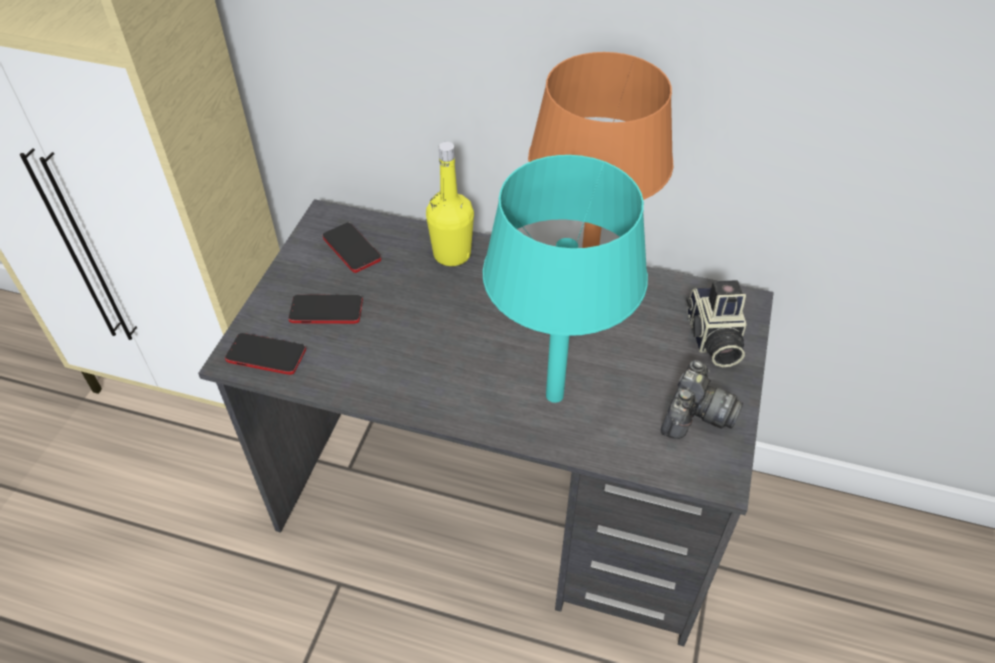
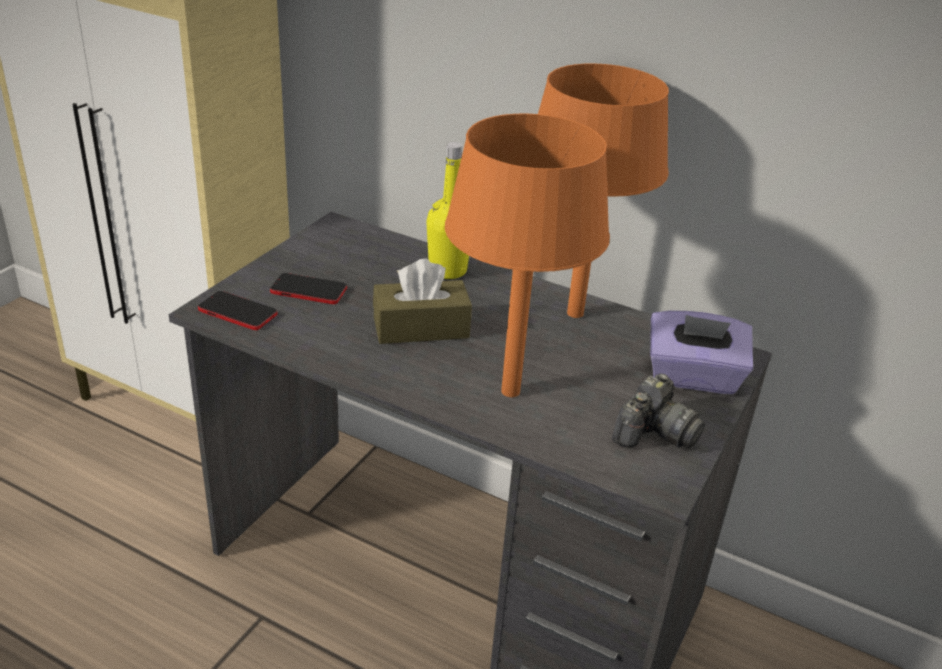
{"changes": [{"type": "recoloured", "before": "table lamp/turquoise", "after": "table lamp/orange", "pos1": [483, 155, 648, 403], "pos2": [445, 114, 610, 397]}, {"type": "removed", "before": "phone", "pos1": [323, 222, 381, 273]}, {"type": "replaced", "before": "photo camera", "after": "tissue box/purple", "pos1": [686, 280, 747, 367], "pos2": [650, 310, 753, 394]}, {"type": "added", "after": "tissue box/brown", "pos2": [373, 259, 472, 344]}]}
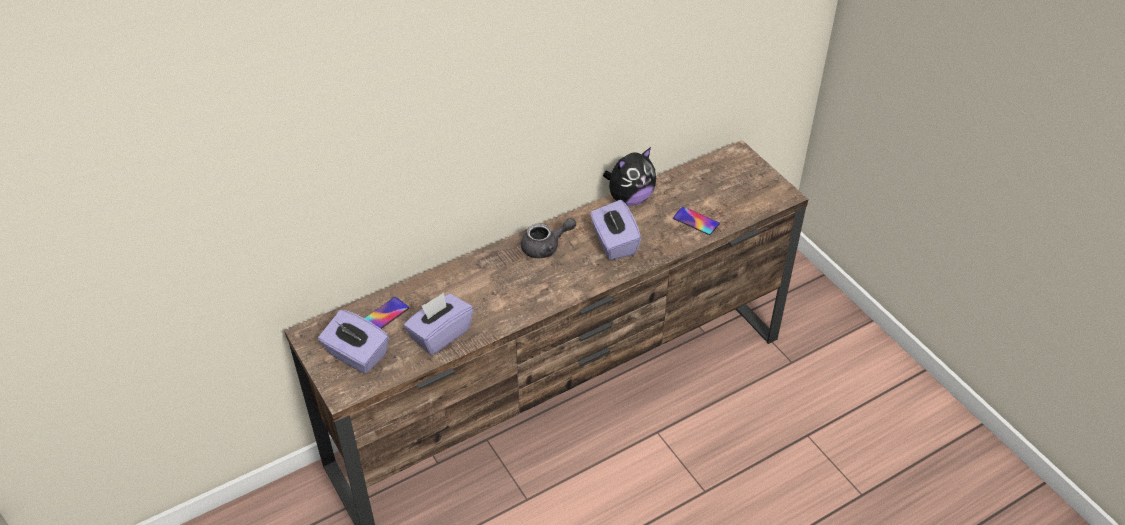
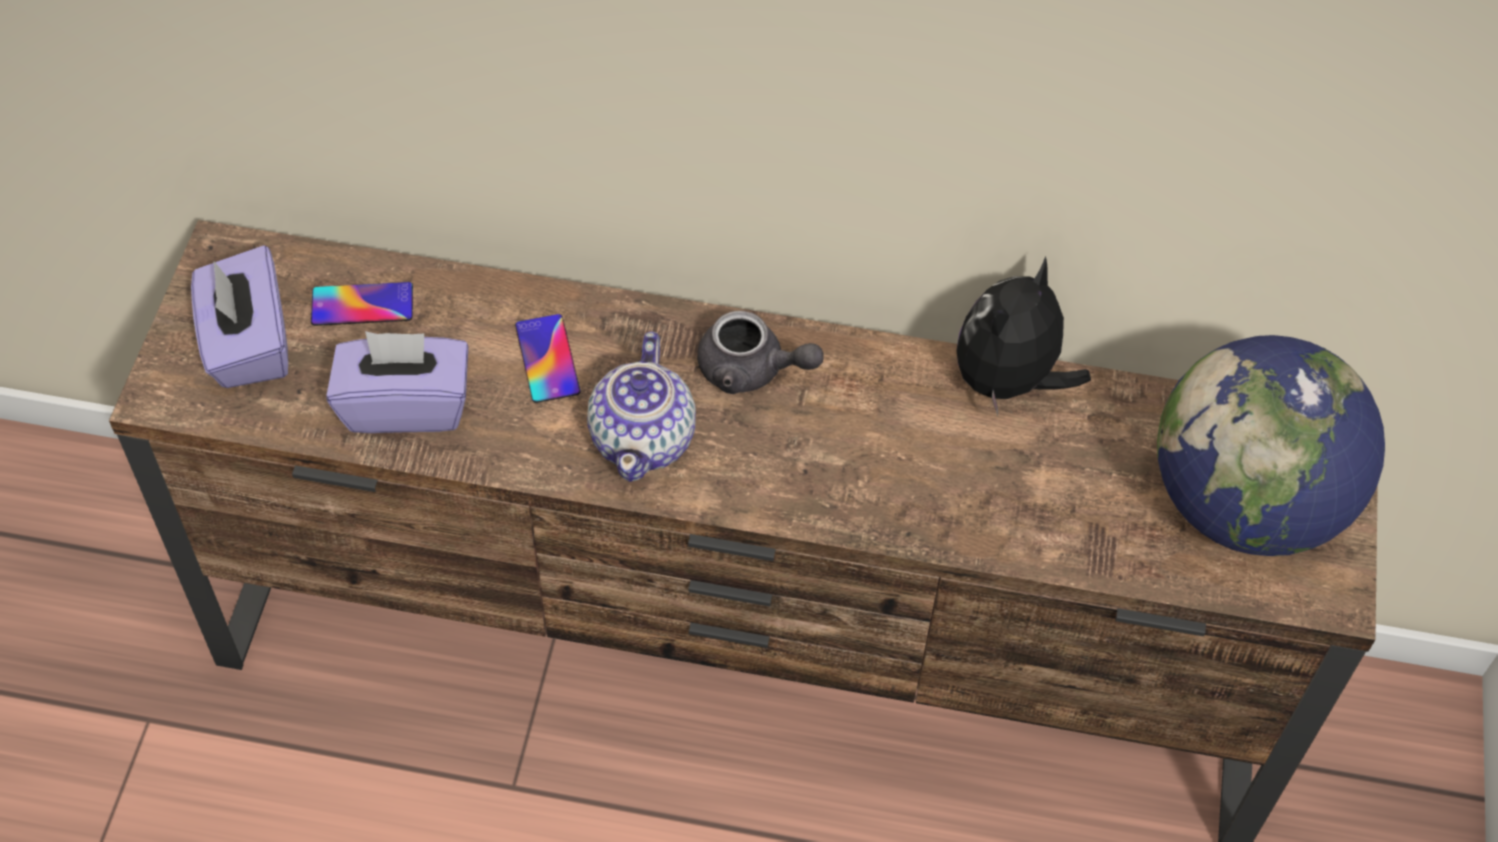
{"changes": [{"type": "turned", "before": "plush toy", "pos1": [603, 147, 656, 206], "pos2": [956, 256, 1091, 416], "turn": 120}, {"type": "removed", "before": "tissue box/purple", "pos1": [590, 200, 641, 260]}, {"type": "moved", "before": "phone", "pos1": [673, 207, 720, 235], "pos2": [515, 314, 581, 403]}, {"type": "added", "after": "teapot", "pos2": [587, 331, 696, 482]}, {"type": "added", "after": "globe", "pos2": [1157, 335, 1385, 556]}]}
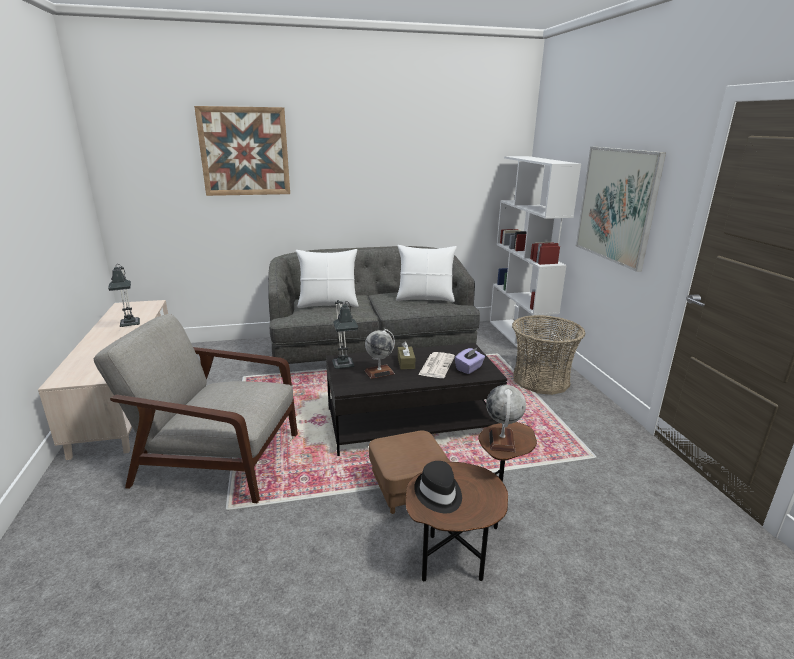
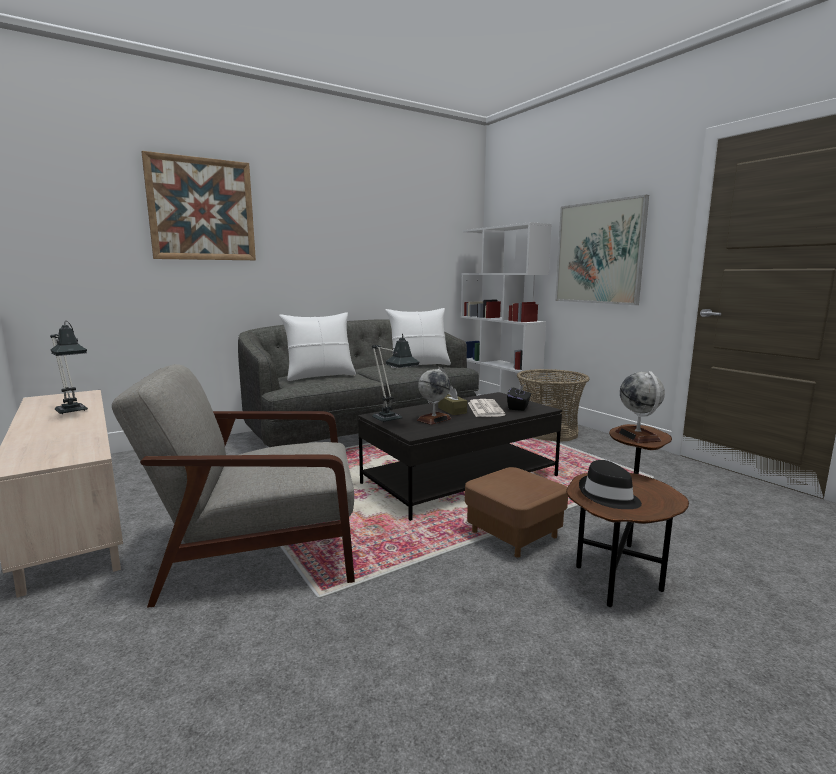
{"changes": [{"type": "recoloured", "before": "tissue box/purple", "after": "tissue box/black", "pos1": [455, 348, 485, 374], "pos2": [507, 383, 531, 411]}]}
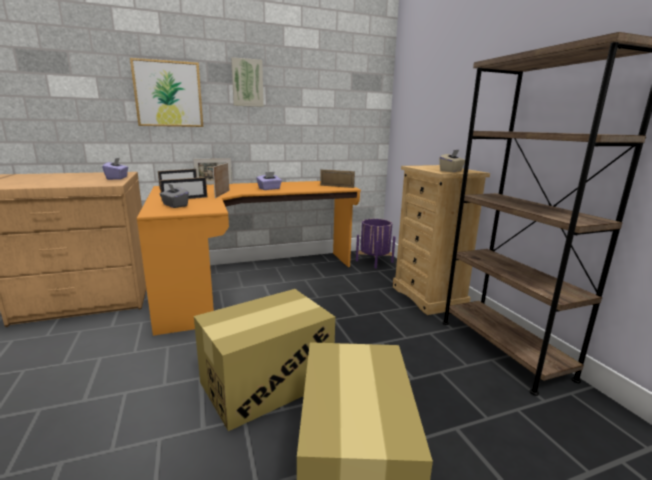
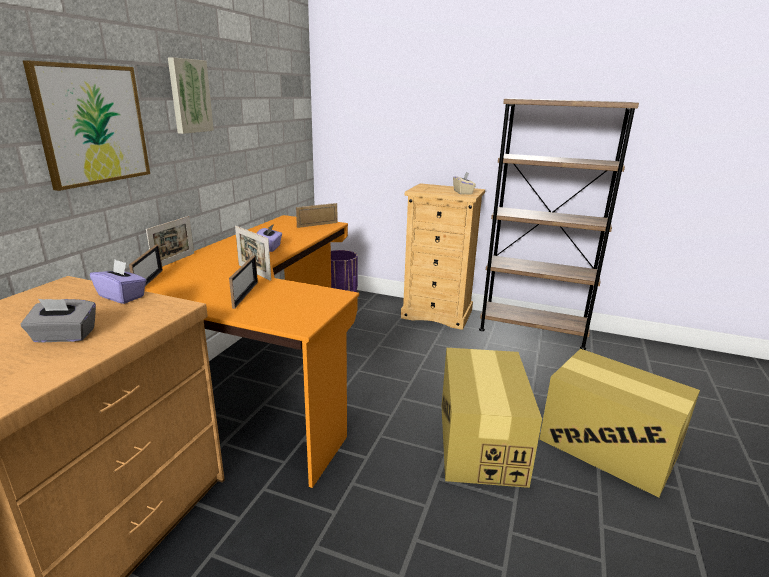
{"changes": [{"type": "moved", "before": "tissue box/grey", "pos1": [160, 184, 189, 208], "pos2": [21, 299, 96, 343]}]}
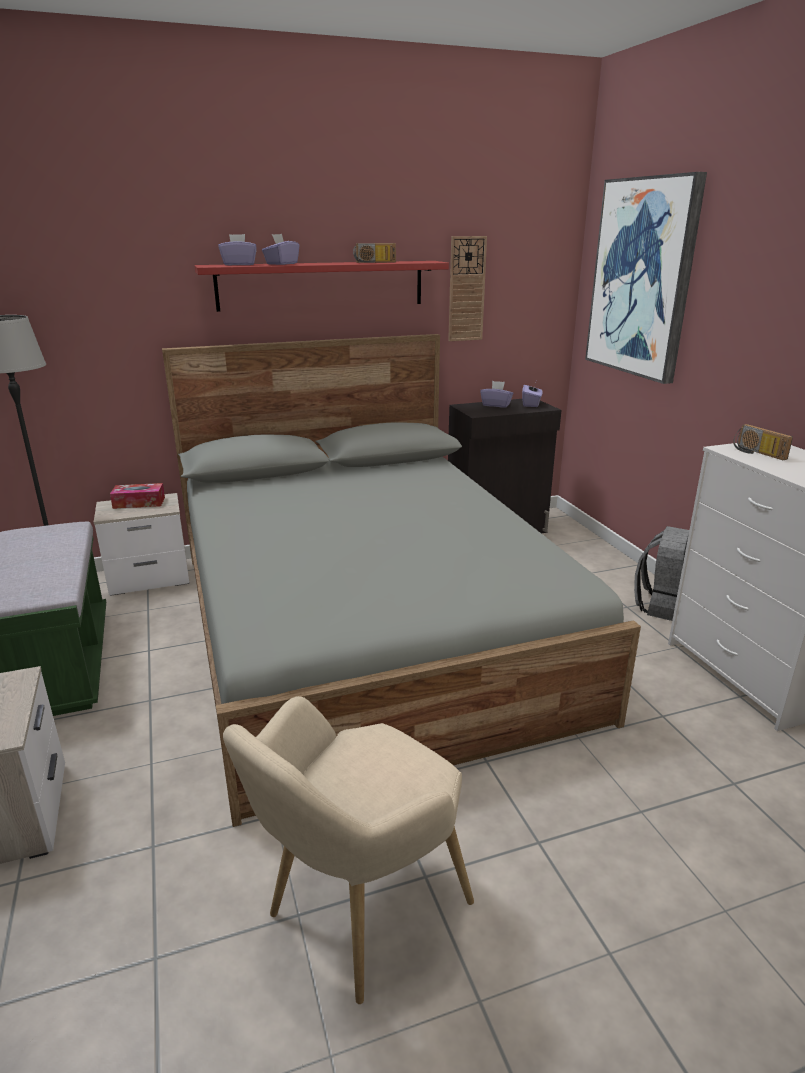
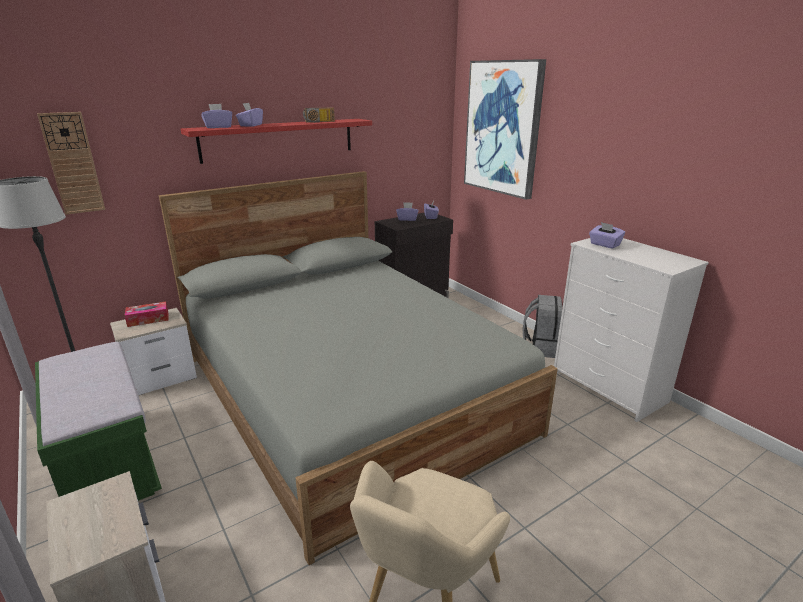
{"changes": [{"type": "moved", "before": "wall clock", "pos1": [448, 236, 487, 341], "pos2": [37, 112, 105, 215]}, {"type": "replaced", "before": "radio", "after": "tissue box/purple", "pos1": [733, 424, 793, 460], "pos2": [589, 222, 625, 249]}]}
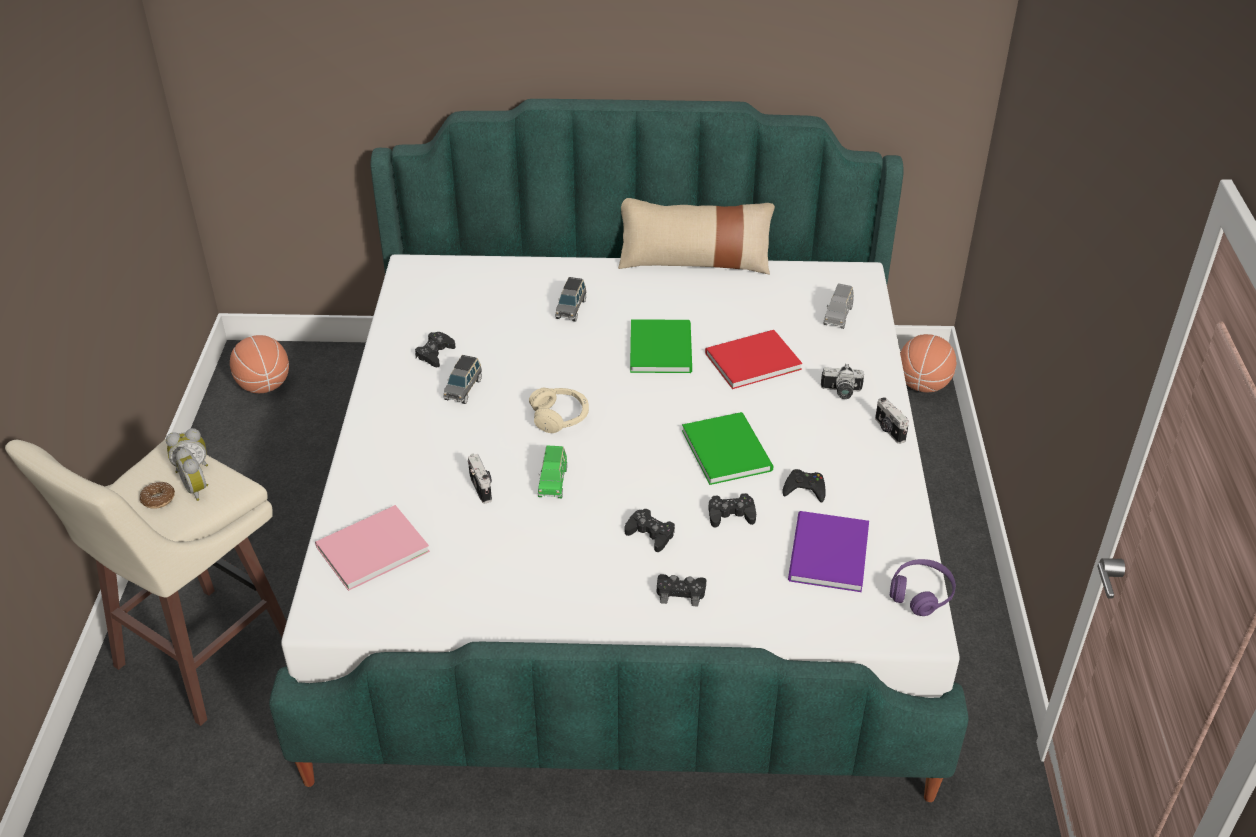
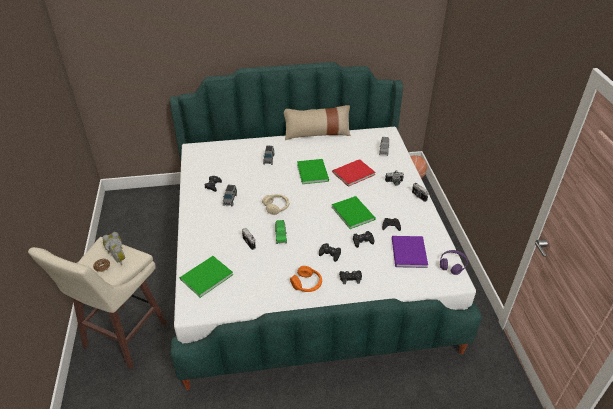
{"changes": [{"type": "removed", "before": "basketball", "pos1": [230, 335, 289, 393]}, {"type": "recoloured", "before": "book/pink", "after": "book/green", "pos1": [315, 505, 430, 591], "pos2": [180, 256, 233, 298]}, {"type": "added", "after": "headphones/orange", "pos2": [290, 266, 322, 292]}]}
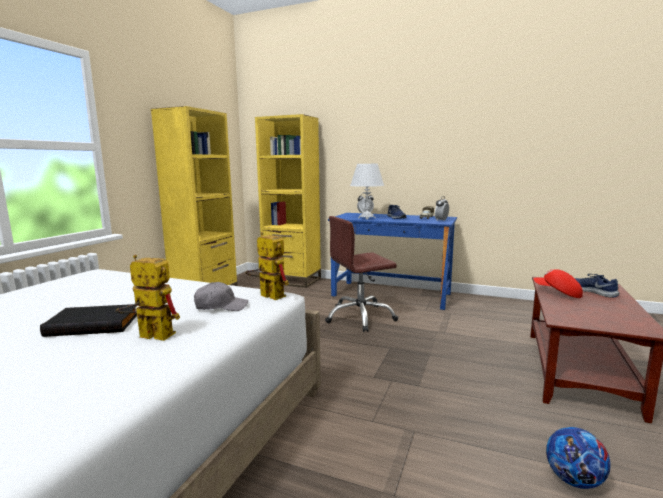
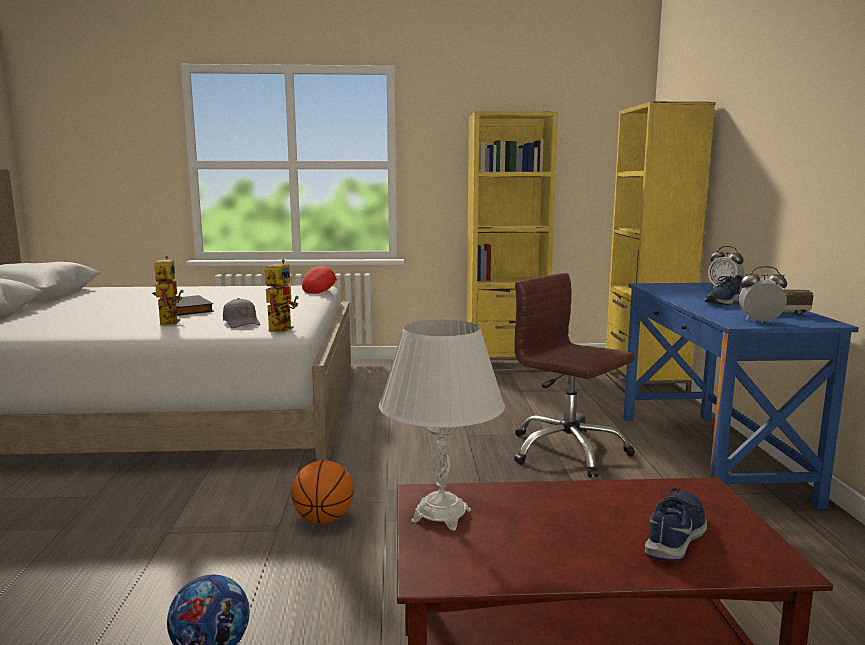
{"changes": [{"type": "moved", "before": "table lamp/white", "pos1": [350, 164, 384, 219], "pos2": [379, 320, 505, 531]}, {"type": "moved", "before": "cap/red", "pos1": [534, 269, 583, 298], "pos2": [302, 266, 338, 294]}, {"type": "added", "after": "basketball", "pos2": [291, 460, 354, 524]}]}
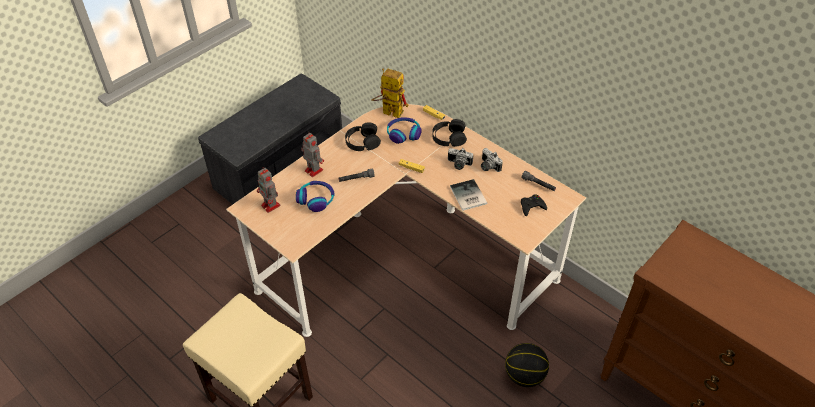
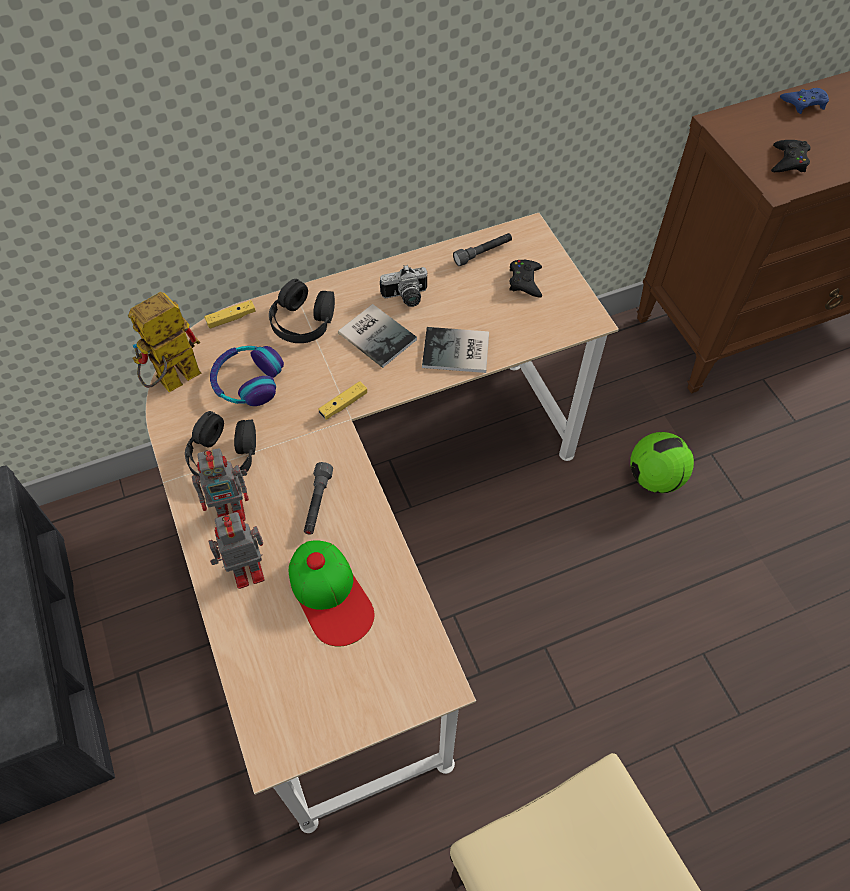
{"changes": [{"type": "replaced", "before": "photo camera", "after": "book", "pos1": [448, 148, 473, 170], "pos2": [338, 304, 417, 368]}, {"type": "moved", "before": "toy robot", "pos1": [257, 167, 281, 213], "pos2": [192, 448, 249, 521]}, {"type": "replaced", "before": "headphones", "after": "cap", "pos1": [296, 181, 334, 212], "pos2": [289, 540, 374, 647]}, {"type": "replaced", "before": "basketball", "after": "football", "pos1": [505, 343, 549, 387], "pos2": [630, 432, 694, 493]}, {"type": "added", "after": "game controller/blue", "pos2": [780, 88, 829, 114]}, {"type": "added", "after": "game controller/black", "pos2": [771, 140, 810, 172]}]}
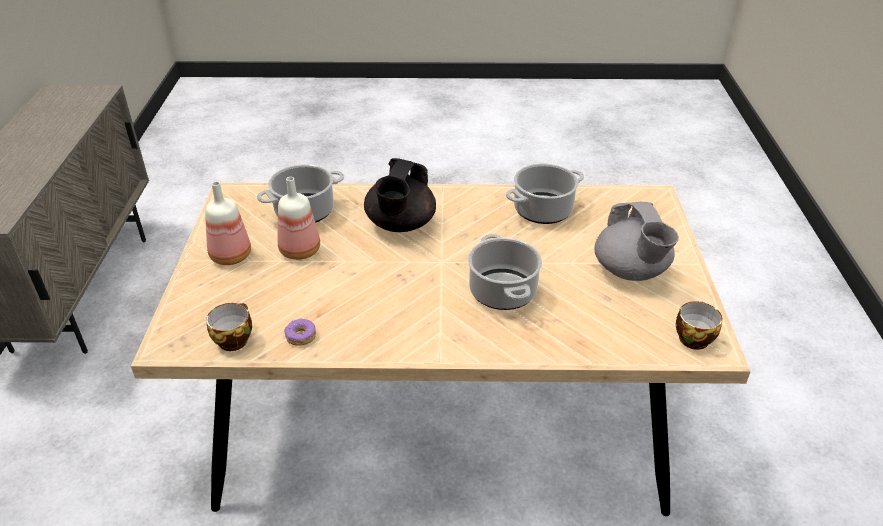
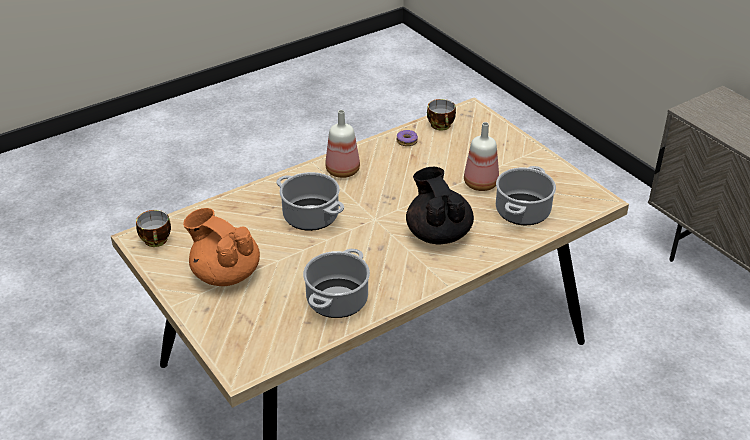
{"changes": [{"type": "moved", "before": "bottle", "pos1": [205, 181, 251, 265], "pos2": [325, 110, 360, 178]}, {"type": "recoloured", "before": "teapot/grey", "after": "teapot/orange", "pos1": [594, 202, 679, 281], "pos2": [183, 208, 260, 286]}]}
